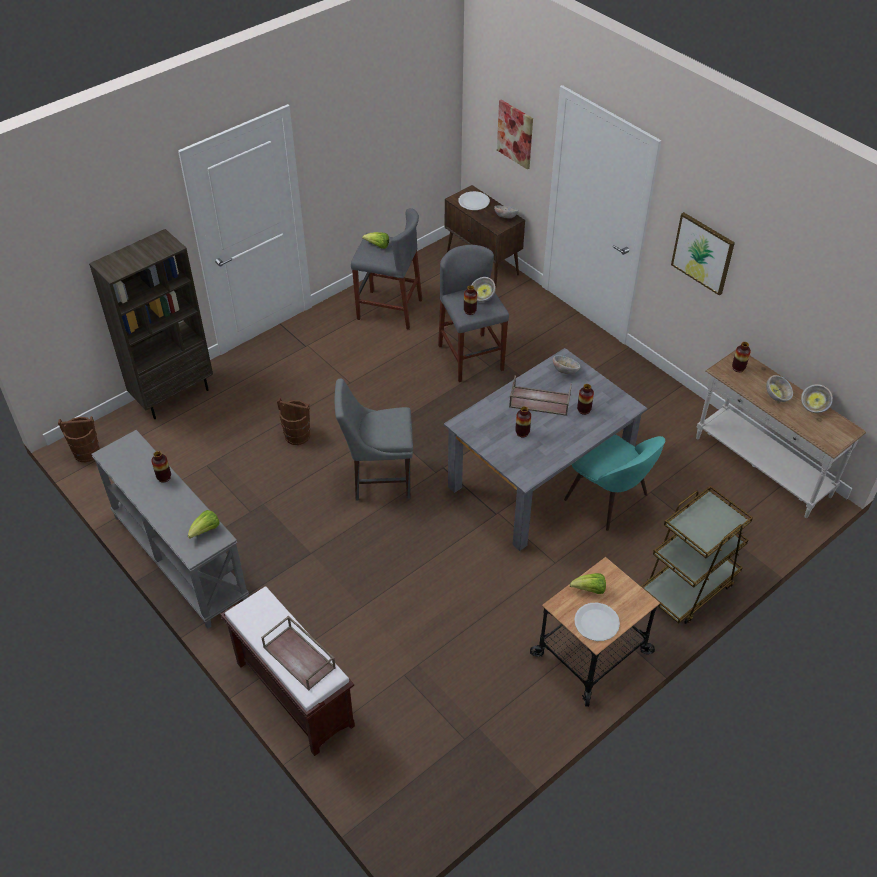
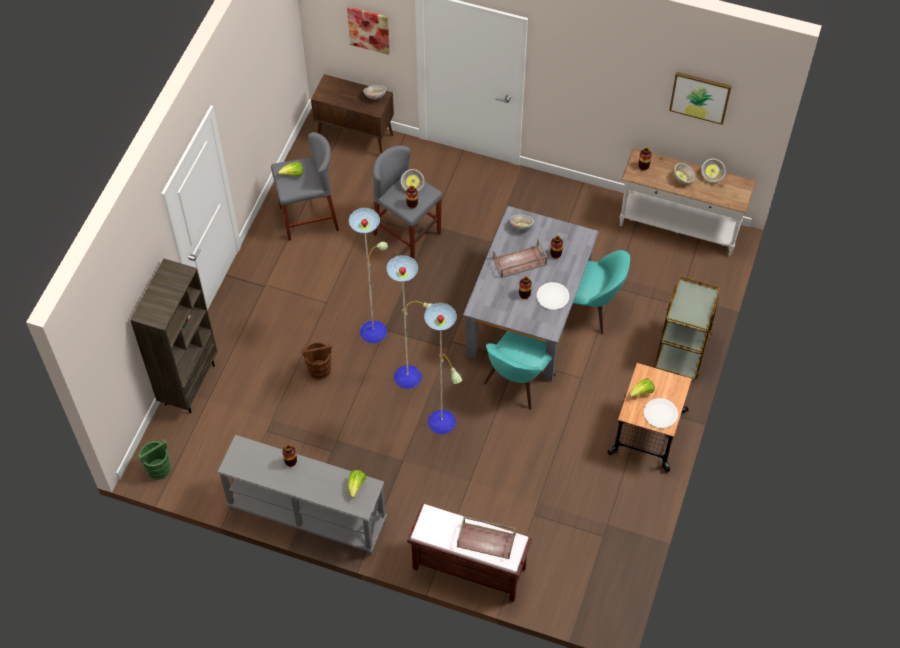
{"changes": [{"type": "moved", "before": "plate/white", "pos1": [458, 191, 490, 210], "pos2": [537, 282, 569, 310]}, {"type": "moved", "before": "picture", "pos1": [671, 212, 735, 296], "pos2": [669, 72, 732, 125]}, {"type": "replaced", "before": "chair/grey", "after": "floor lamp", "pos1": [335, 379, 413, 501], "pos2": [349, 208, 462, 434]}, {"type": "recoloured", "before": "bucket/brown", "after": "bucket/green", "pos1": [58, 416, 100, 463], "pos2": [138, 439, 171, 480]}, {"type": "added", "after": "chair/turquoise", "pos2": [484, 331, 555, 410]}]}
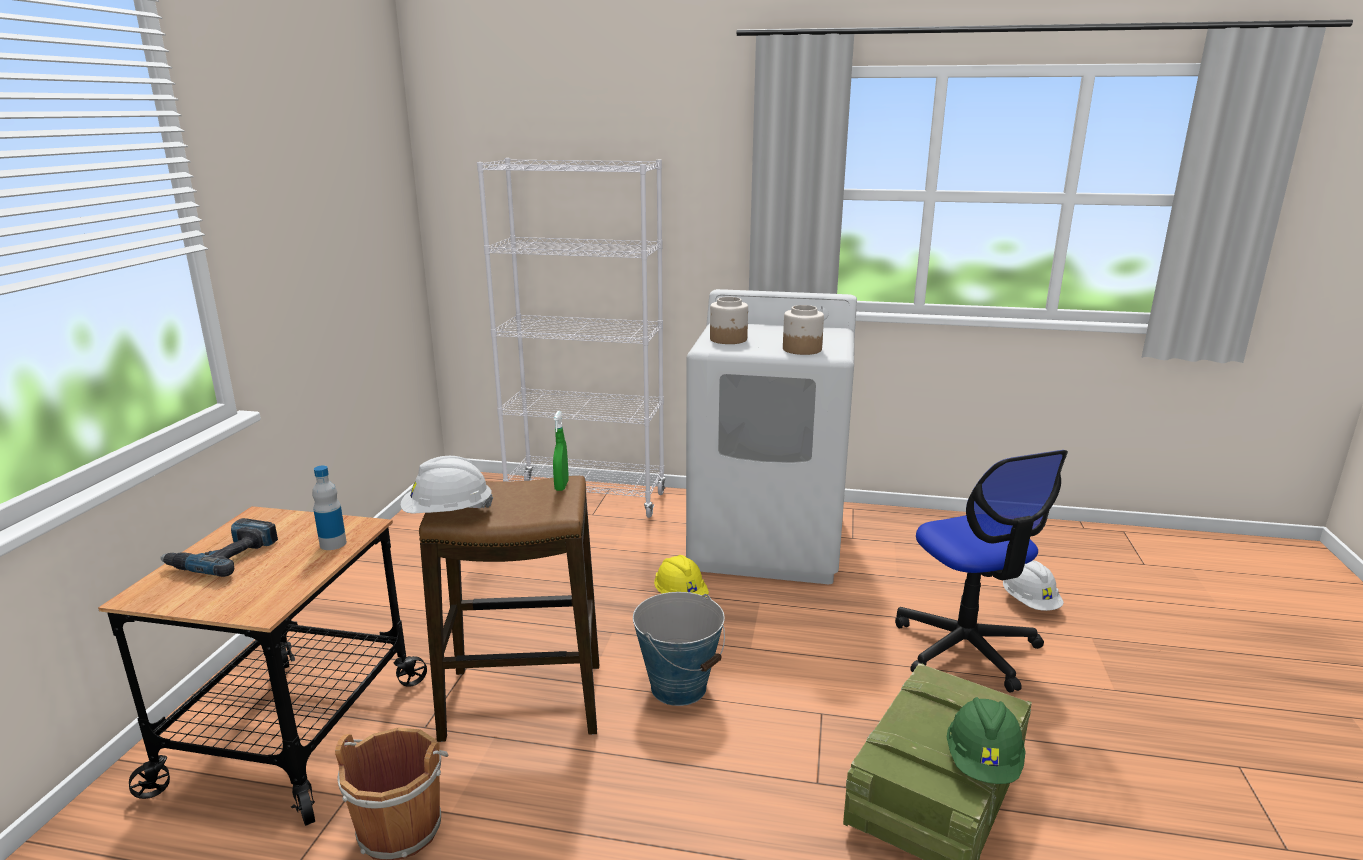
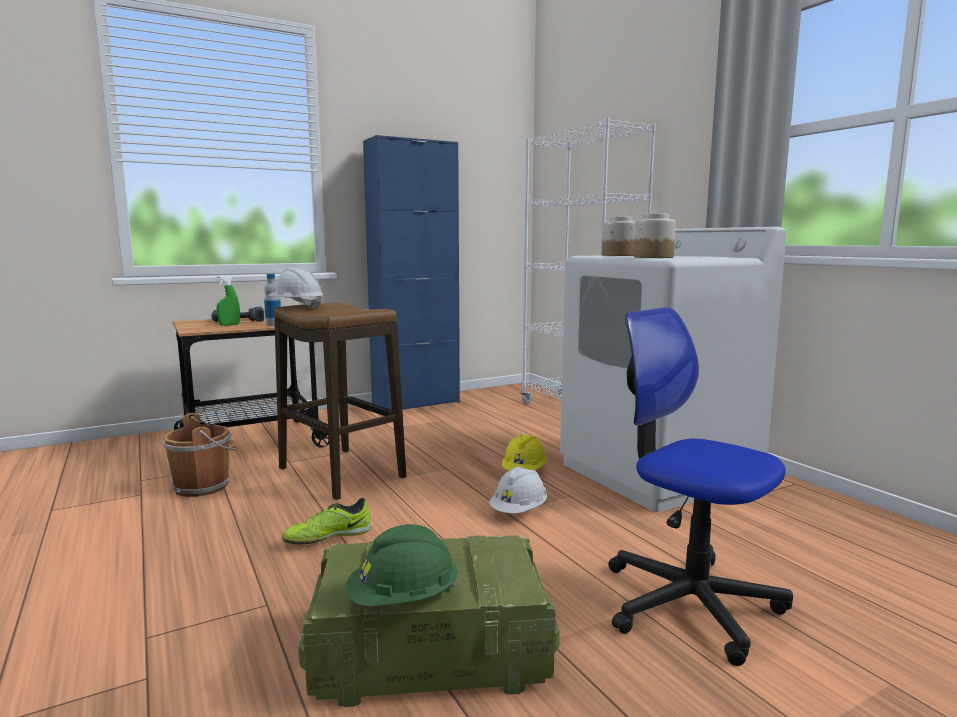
{"changes": [{"type": "moved", "before": "spray bottle/green", "pos1": [553, 411, 568, 491], "pos2": [217, 275, 240, 325]}, {"type": "turned", "before": "office chair", "pos1": [895, 450, 1068, 693], "pos2": [608, 307, 793, 666], "turn": 105}, {"type": "moved", "before": "hard hat/white", "pos1": [1003, 560, 1064, 611], "pos2": [489, 467, 547, 514]}, {"type": "removed", "before": "bucket", "pos1": [633, 592, 725, 706]}, {"type": "added", "after": "cabinet/blue", "pos2": [363, 135, 460, 410]}, {"type": "added", "after": "shoe", "pos2": [282, 498, 371, 544]}]}
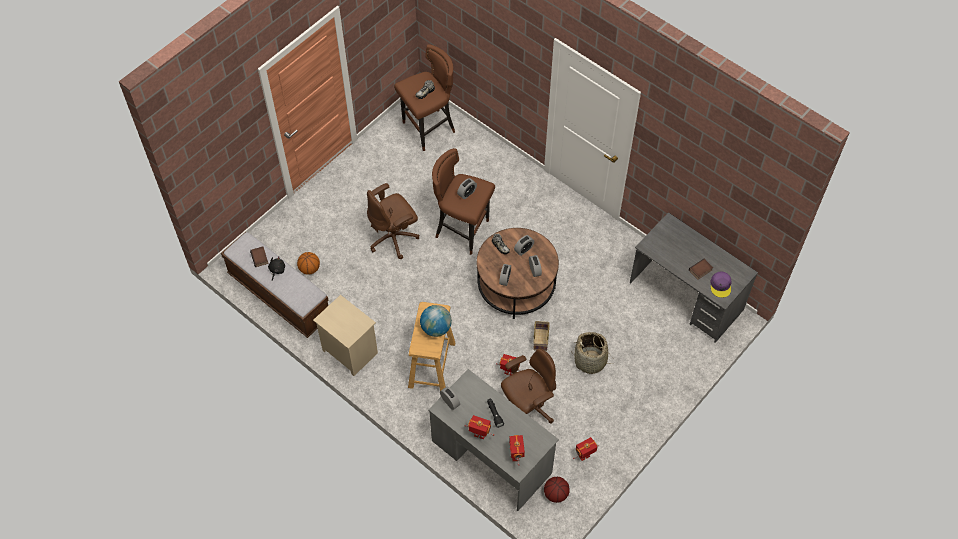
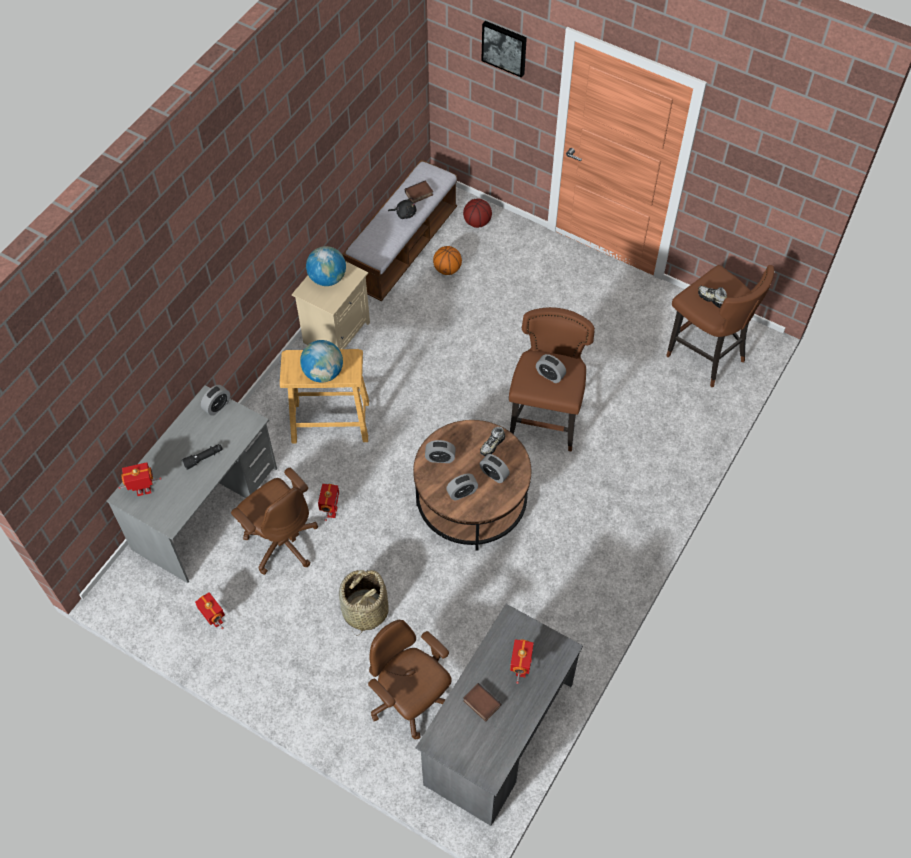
{"changes": [{"type": "moved", "before": "office chair/brown", "pos1": [367, 183, 419, 259], "pos2": [368, 620, 452, 739]}, {"type": "removed", "before": "cap/purple", "pos1": [710, 271, 732, 298]}, {"type": "removed", "before": "basket", "pos1": [533, 321, 550, 351]}, {"type": "moved", "before": "toy robot", "pos1": [465, 415, 494, 439], "pos2": [510, 639, 534, 684]}, {"type": "moved", "before": "basketball", "pos1": [544, 477, 570, 503], "pos2": [463, 198, 492, 228]}, {"type": "added", "after": "picture", "pos2": [481, 21, 527, 78]}, {"type": "added", "after": "globe", "pos2": [306, 246, 346, 286]}]}
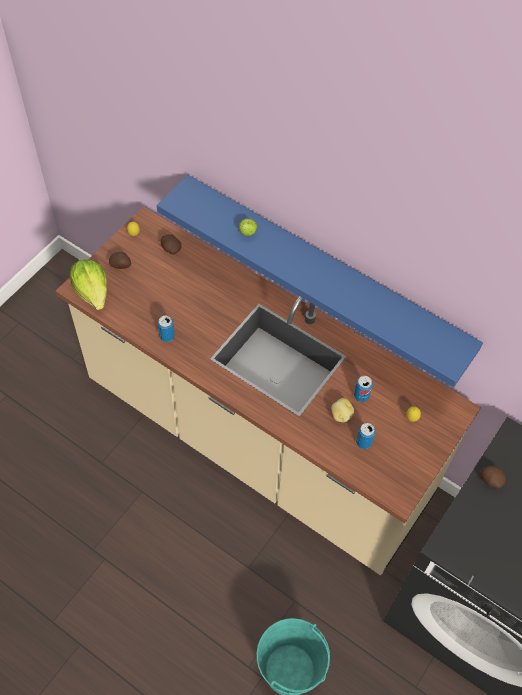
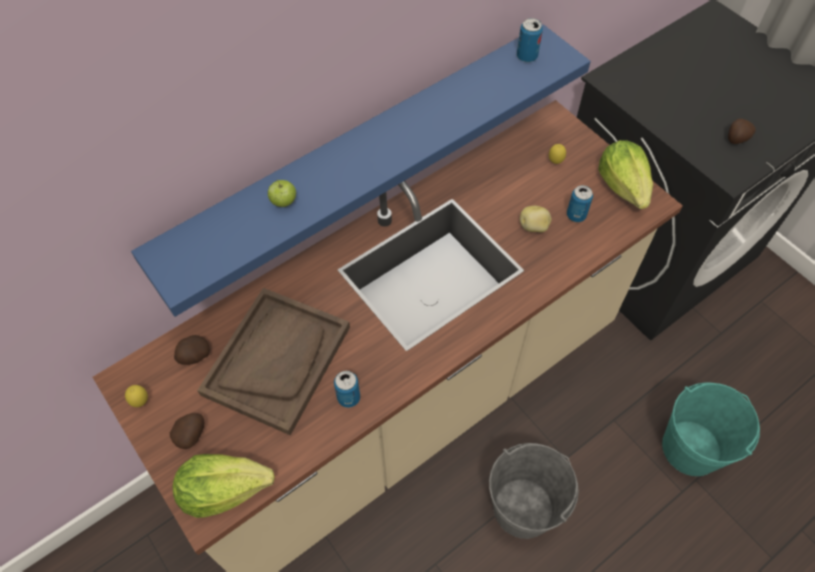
{"changes": [{"type": "moved", "before": "can", "pos1": [354, 376, 373, 402], "pos2": [517, 18, 543, 62]}, {"type": "moved", "before": "potato", "pos1": [480, 466, 506, 489], "pos2": [728, 119, 756, 144]}, {"type": "added", "after": "lettuce", "pos2": [598, 140, 653, 209]}, {"type": "added", "after": "tray/brown", "pos2": [197, 288, 350, 435]}, {"type": "added", "after": "bucket/grey", "pos2": [489, 443, 579, 539]}]}
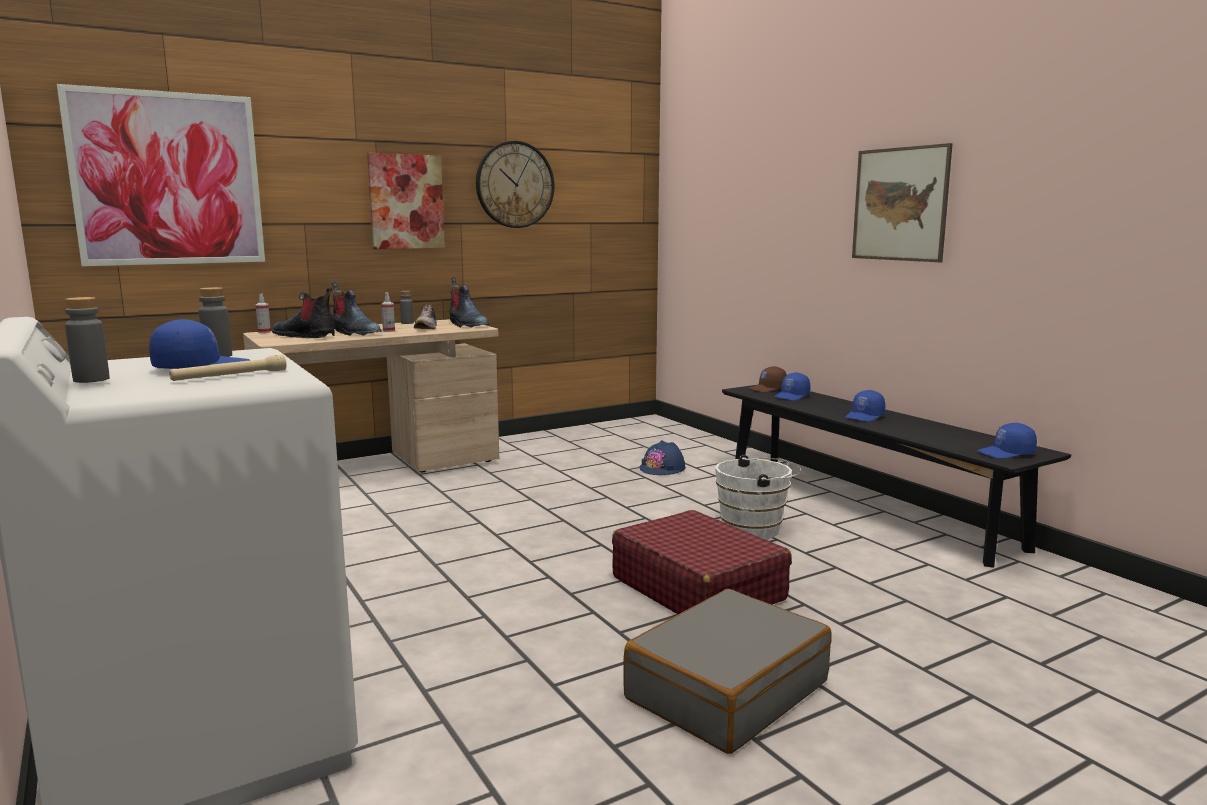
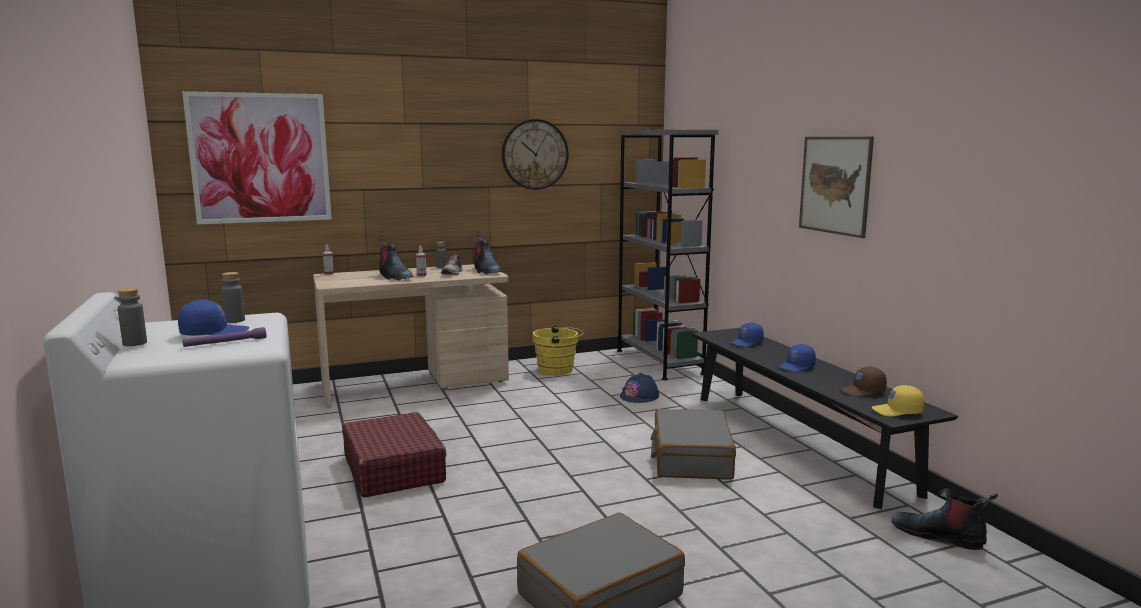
{"changes": [{"type": "removed", "before": "picture", "pos1": [367, 153, 445, 249]}, {"type": "moved", "before": "boot", "pos1": [272, 287, 335, 338], "pos2": [891, 488, 998, 550]}, {"type": "recoloured", "before": "flashlight/beige", "after": "flashlight/purple", "pos1": [169, 355, 286, 381], "pos2": [182, 327, 266, 347]}, {"type": "moved", "before": "cap/brown", "pos1": [749, 366, 787, 392], "pos2": [841, 367, 887, 397]}, {"type": "recoloured", "before": "cap/blue", "after": "cap/yellow", "pos1": [977, 423, 1037, 459], "pos2": [872, 385, 924, 416]}, {"type": "replaced", "before": "bucket/white", "after": "suitcase/grey", "pos1": [715, 455, 801, 540], "pos2": [651, 409, 736, 480]}, {"type": "moved", "before": "suitcase/red", "pos1": [612, 510, 792, 614], "pos2": [342, 412, 447, 498]}, {"type": "added", "after": "bookcase/grey", "pos2": [617, 130, 719, 380]}, {"type": "added", "after": "bucket/yellow", "pos2": [533, 325, 584, 376]}]}
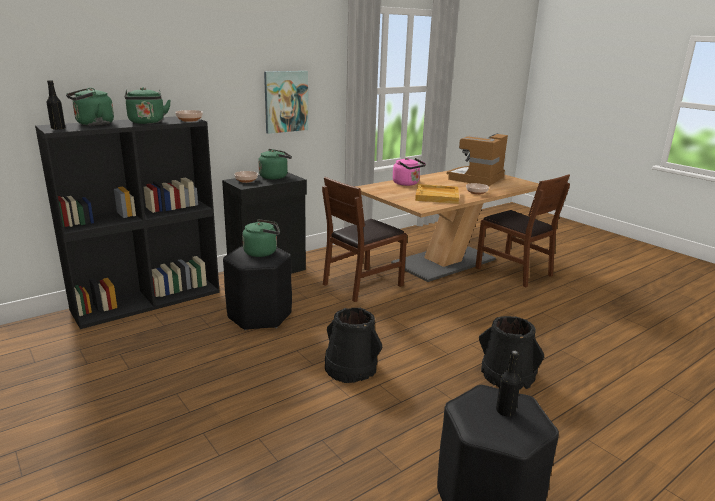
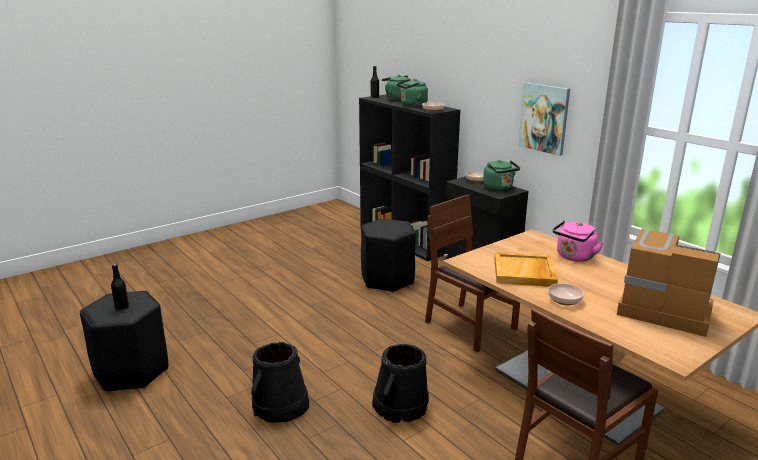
{"changes": [{"type": "removed", "before": "kettle/green", "pos1": [242, 219, 280, 257]}, {"type": "moved", "before": "bucket/black", "pos1": [325, 308, 382, 383], "pos2": [372, 344, 429, 423]}]}
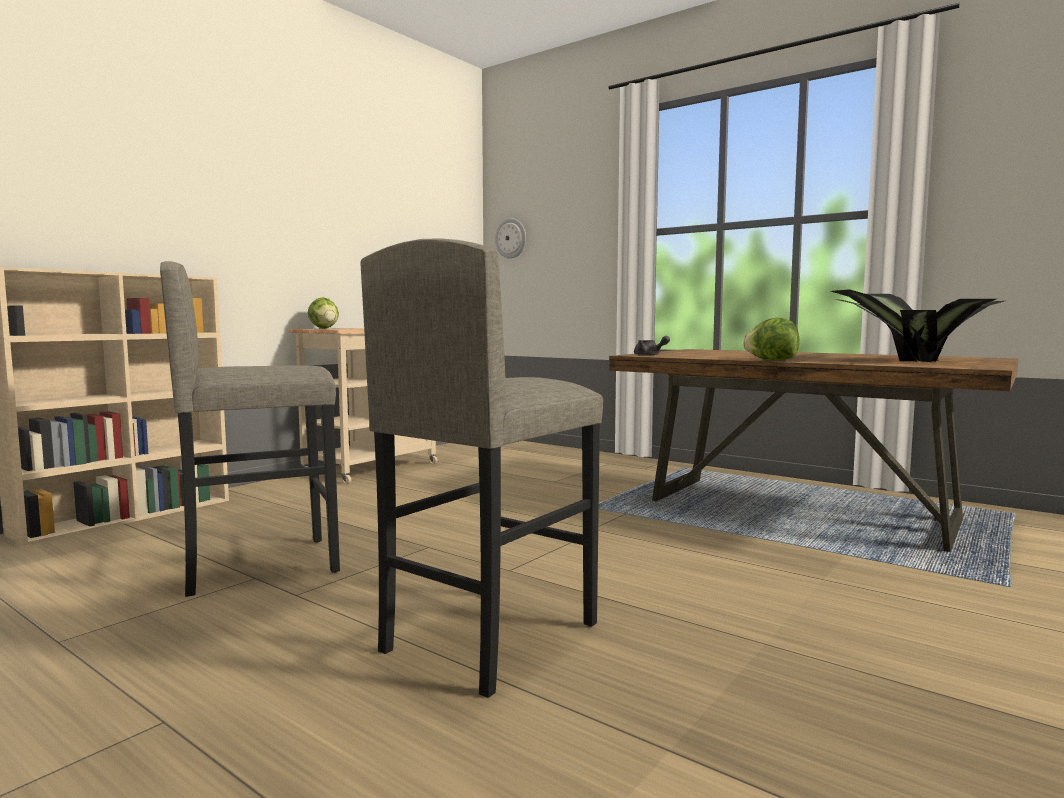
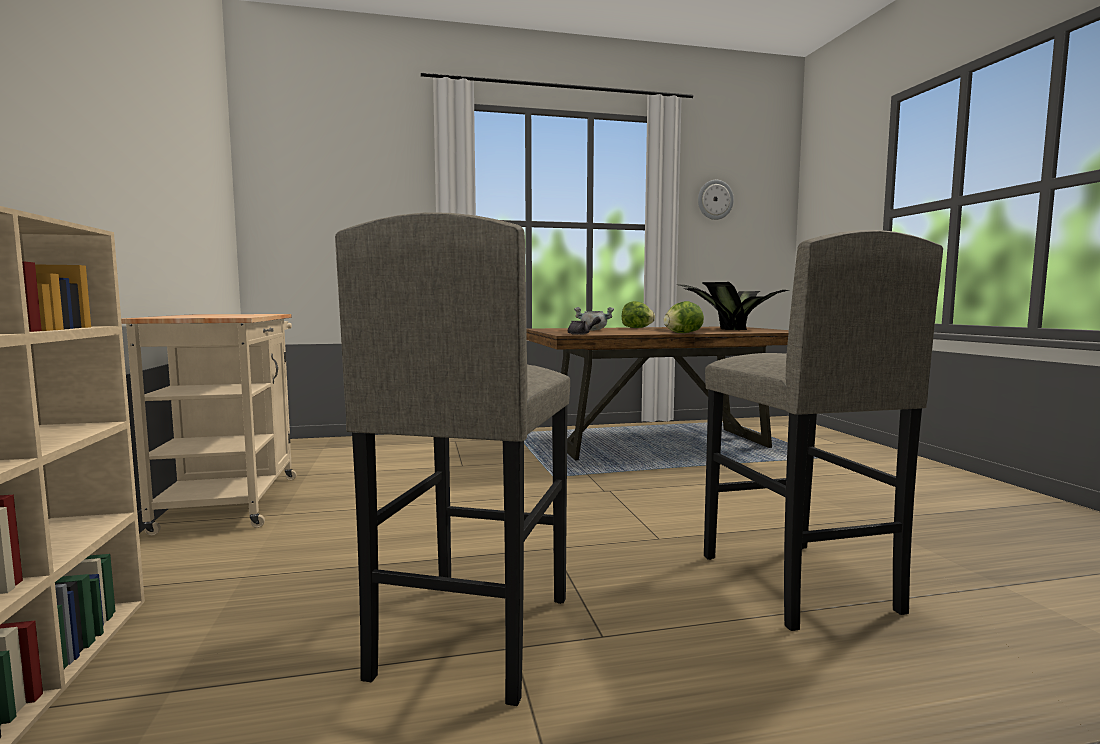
{"changes": [{"type": "moved", "before": "wall clock", "pos1": [495, 218, 526, 259], "pos2": [698, 180, 734, 220]}, {"type": "moved", "before": "lettuce", "pos1": [307, 297, 339, 329], "pos2": [622, 301, 655, 328]}, {"type": "added", "after": "cooking pot/grey", "pos2": [574, 307, 614, 330]}]}
